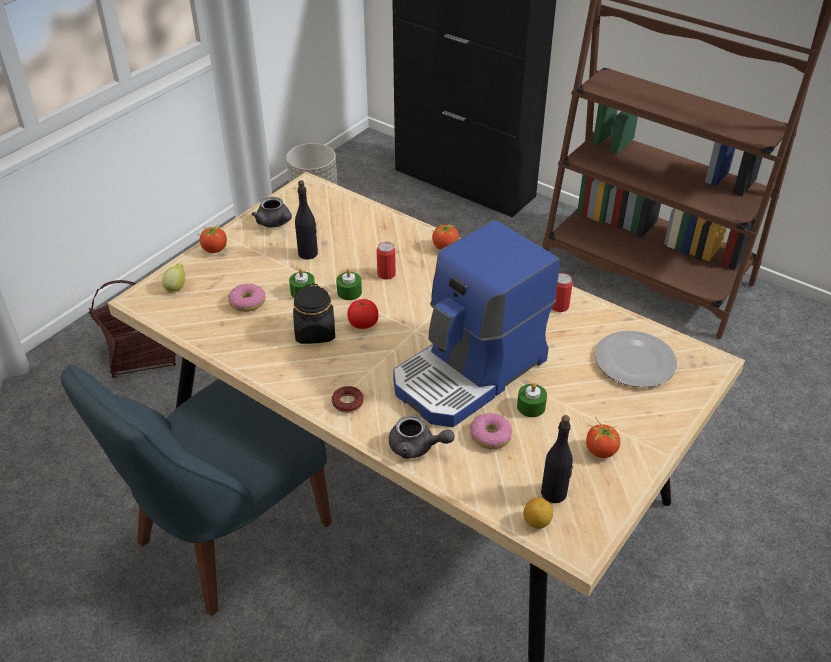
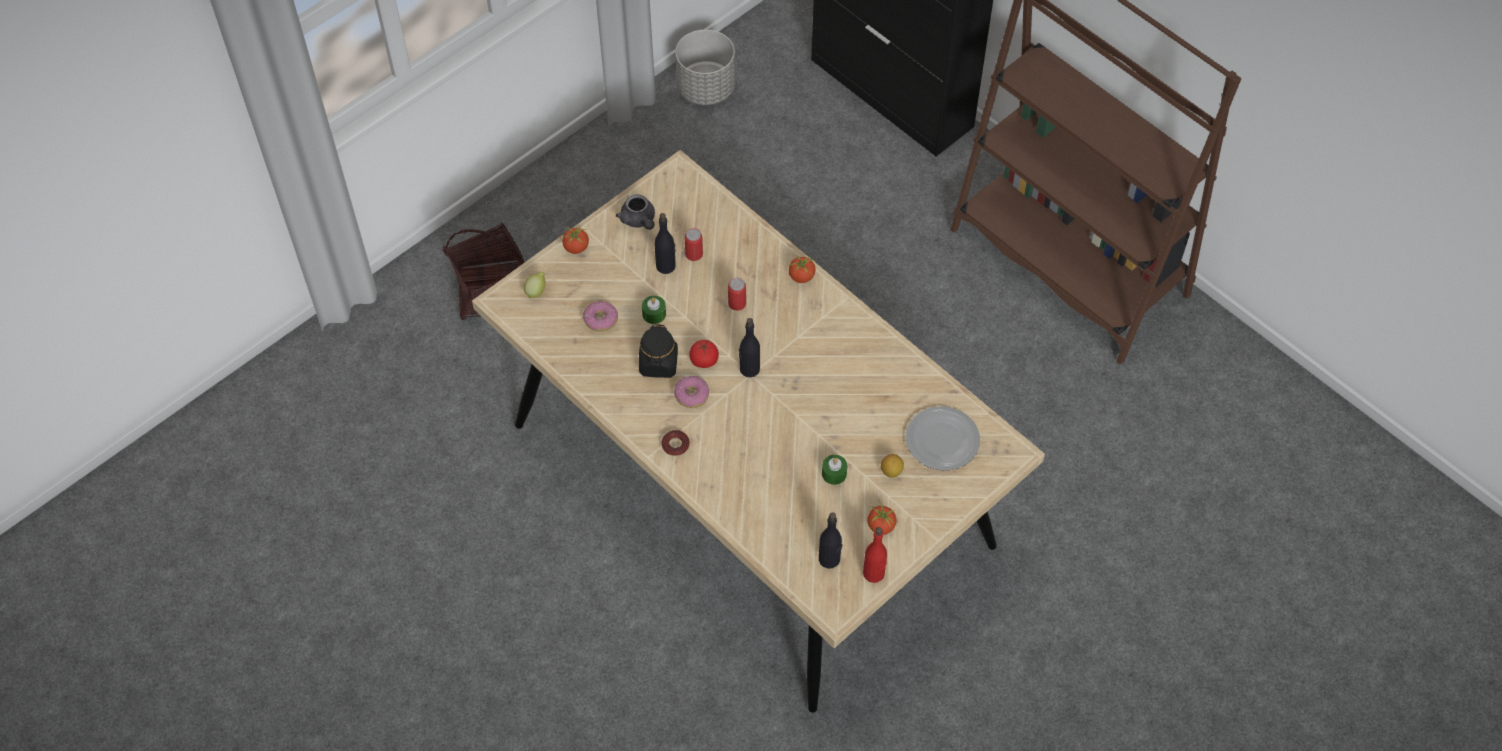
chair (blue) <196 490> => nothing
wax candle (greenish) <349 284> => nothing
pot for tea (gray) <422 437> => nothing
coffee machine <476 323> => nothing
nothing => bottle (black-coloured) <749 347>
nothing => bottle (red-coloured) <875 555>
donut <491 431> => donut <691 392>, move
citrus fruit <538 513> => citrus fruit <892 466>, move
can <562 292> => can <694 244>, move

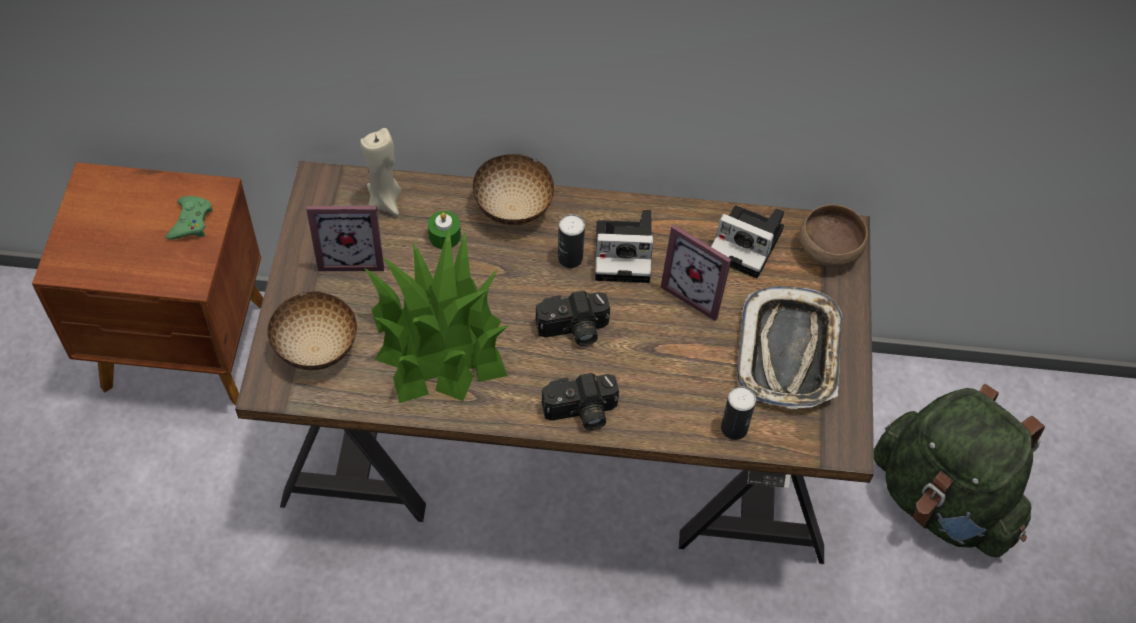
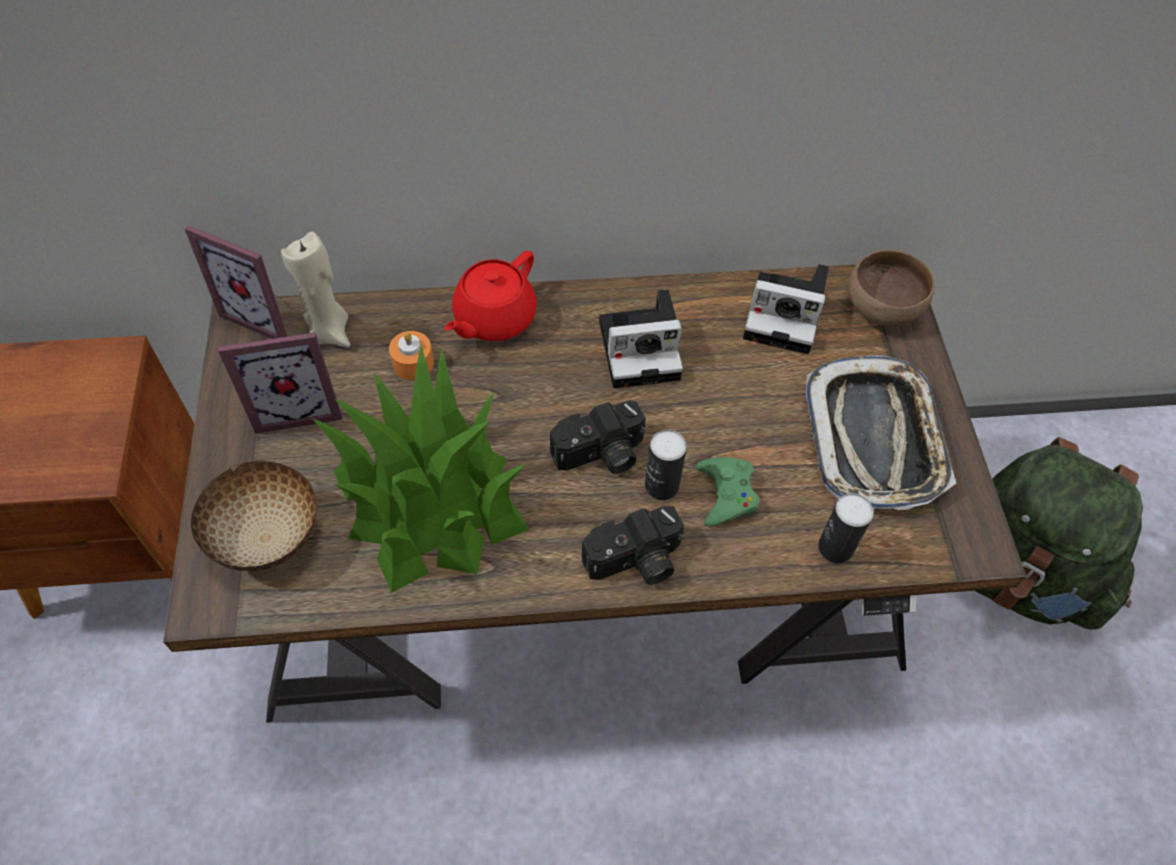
game controller (greenish) <189 218> => game controller (greenish) <727 491>, move
can <571 241> => can <666 465>, move
photo frame <696 273> => photo frame <236 282>, move
serving bowl <513 189> => pot for tea (red-coloured) <490 296>
wax candle (greenish) <444 230> => wax candle (orange-coloured) <411 355>

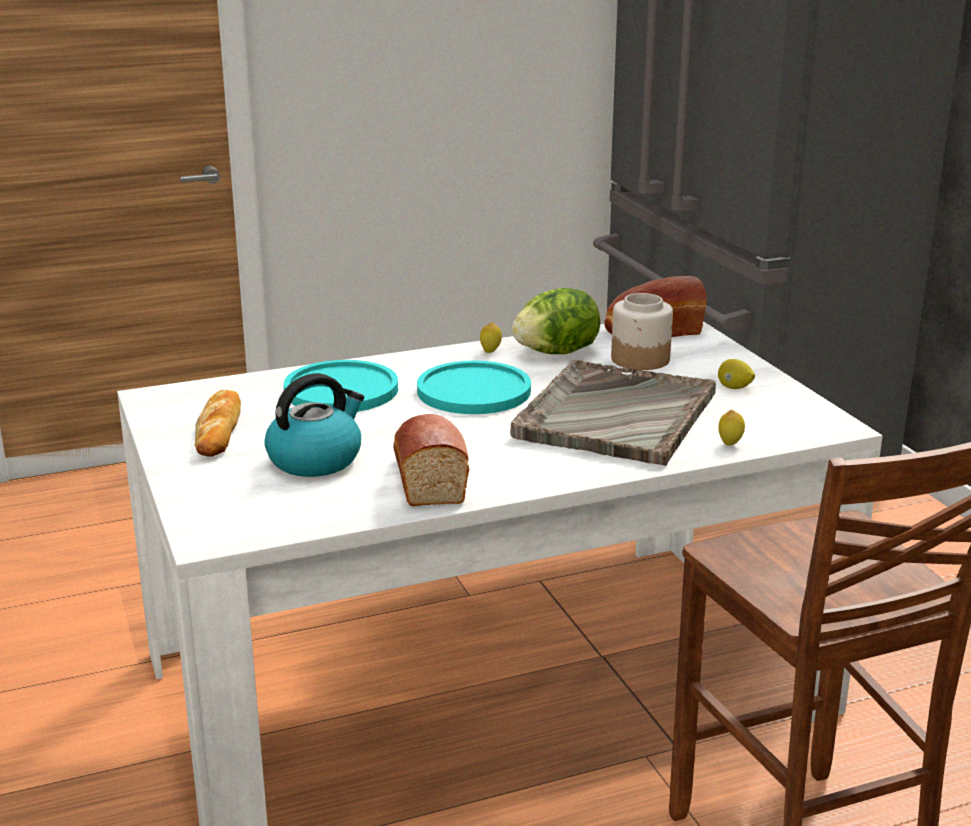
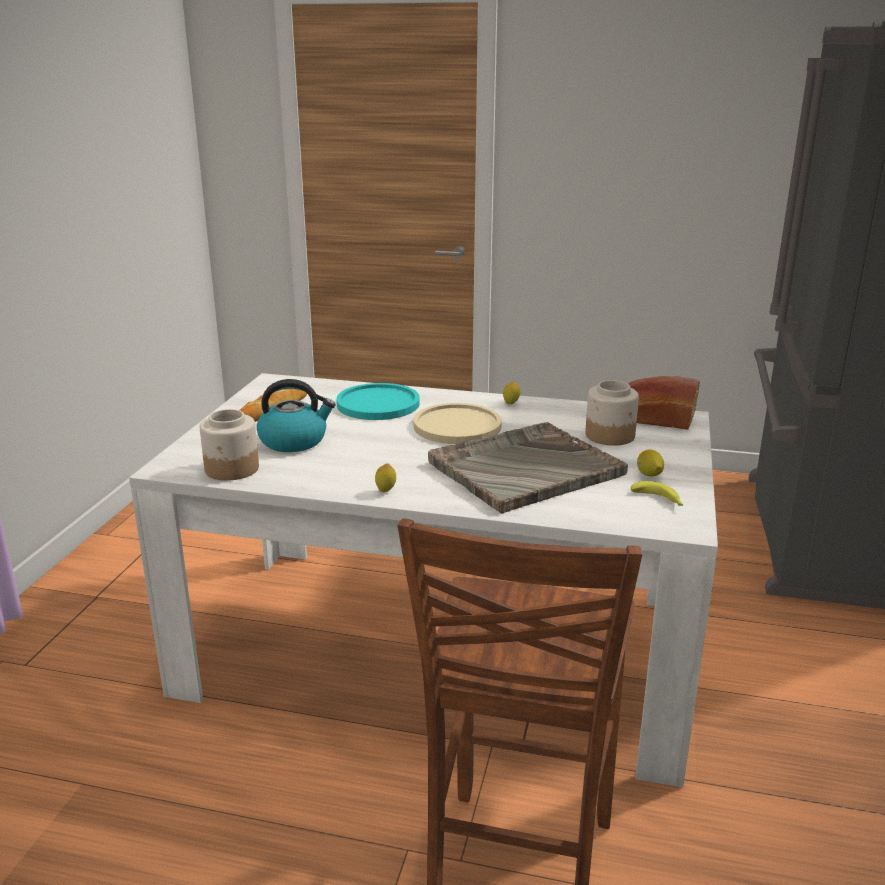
bread <431 460> => nothing
lettuce head <556 321> => nothing
nothing => preserve jar <229 445>
nothing => banana <656 493>
citrus fruit <731 428> => citrus fruit <385 477>, move
flat dish (blue-green) <474 387> => flat dish (sand-coloured) <458 423>

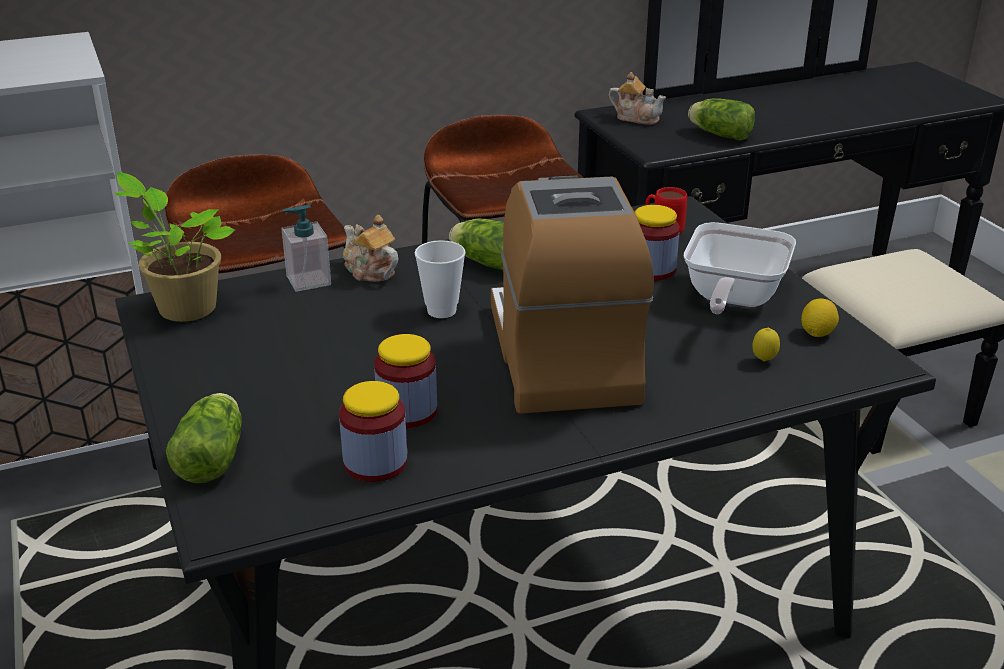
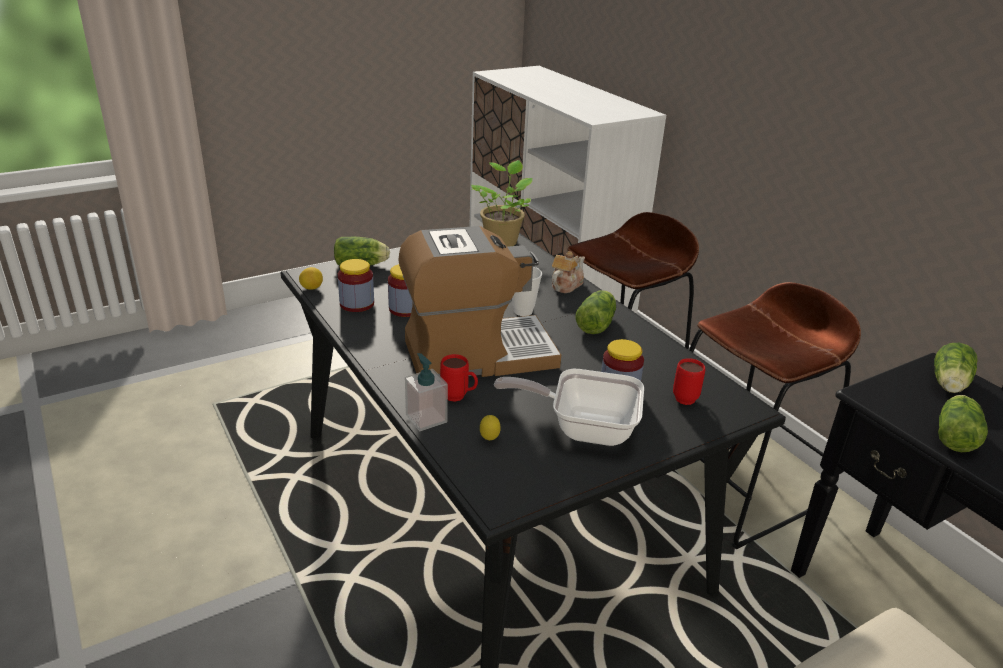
nothing => mug (red-coloured) <459 378>
soap dispenser <306 248> => soap dispenser <426 392>, move
citrus fruit <820 318> => citrus fruit <311 278>, move
pot for tea <637 98> => lettuce head <956 368>

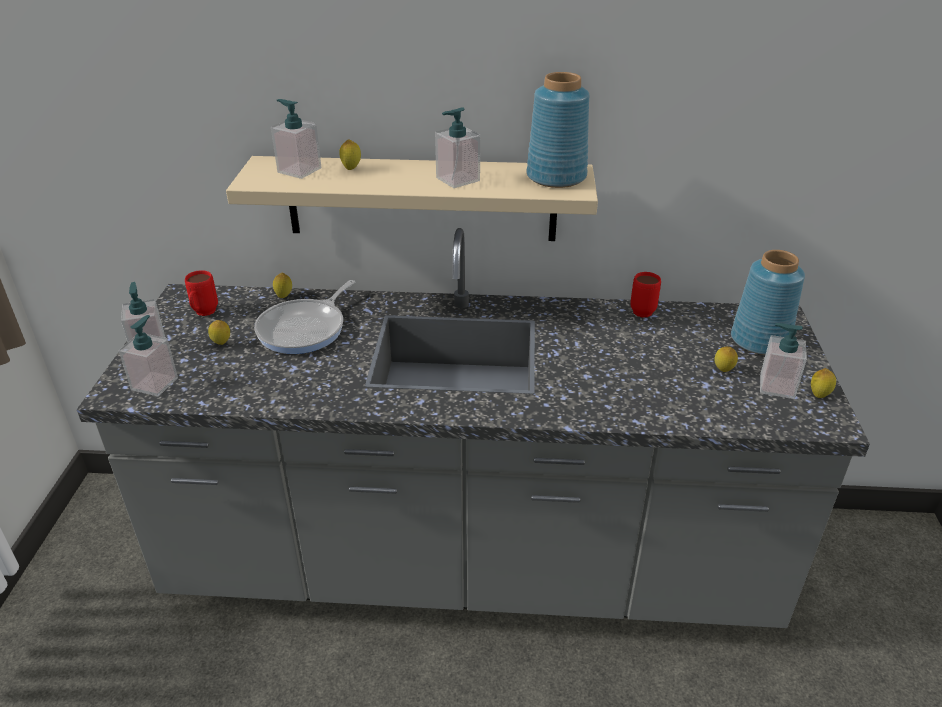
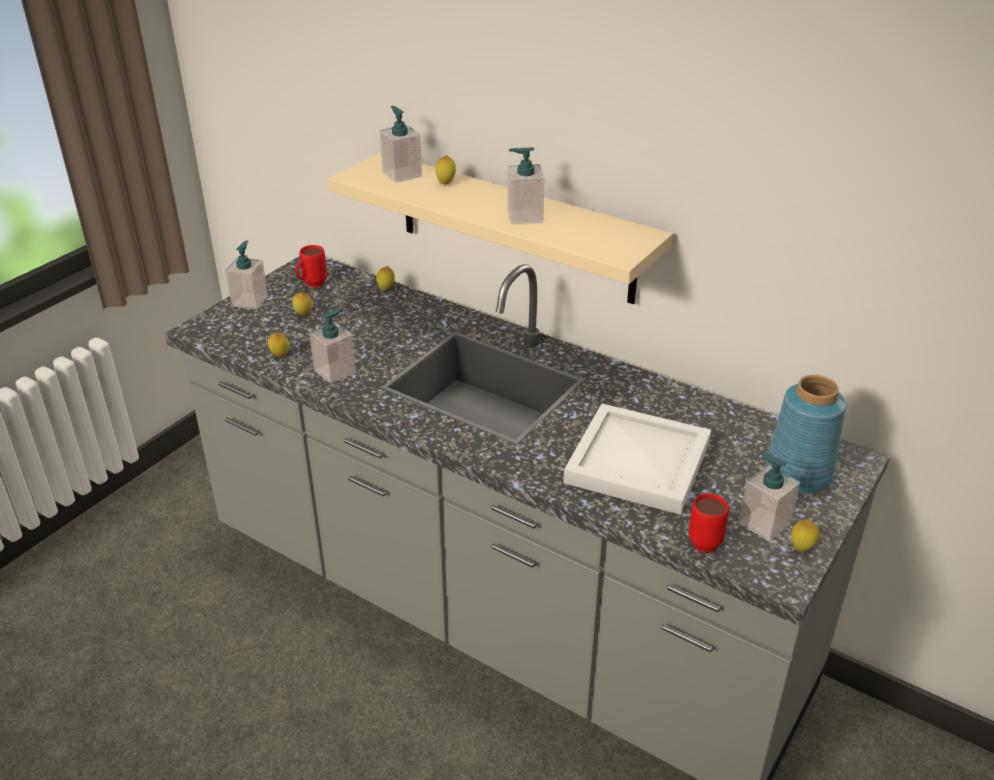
frying pan <304 317> => nothing
flower vase (blue) <558 130> => nothing
nothing => carrying tray (white-coloured) <637 459>
soap dispenser <148 356> => soap dispenser <332 346>, move
mug (red-coloured) <645 294> => mug (red-coloured) <709 523>, move
citrus fruit <726 359> => citrus fruit <278 345>, move

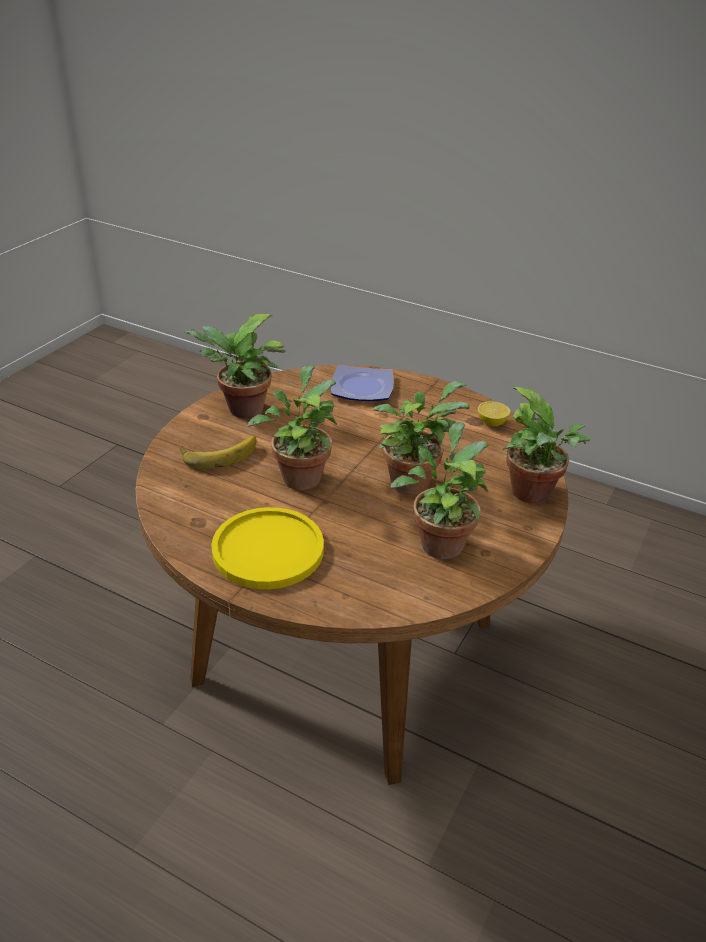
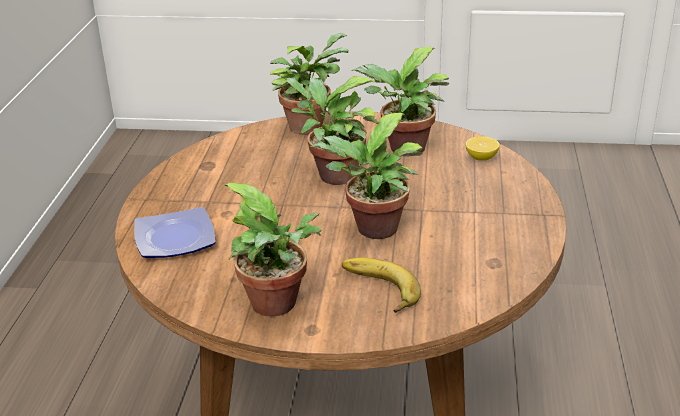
flat dish (yellow) <267 548> => nothing
citrus fruit <494 413> => citrus fruit <482 148>, move

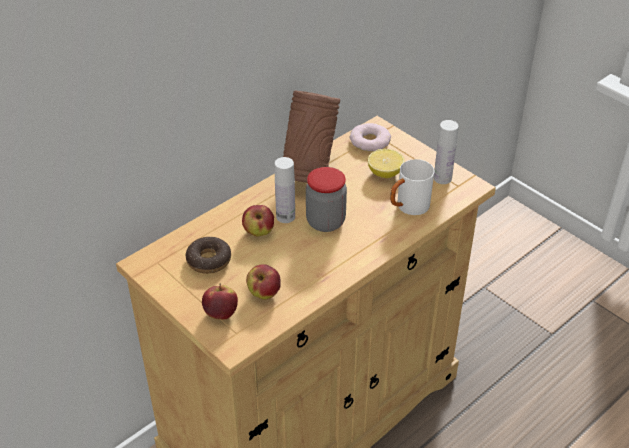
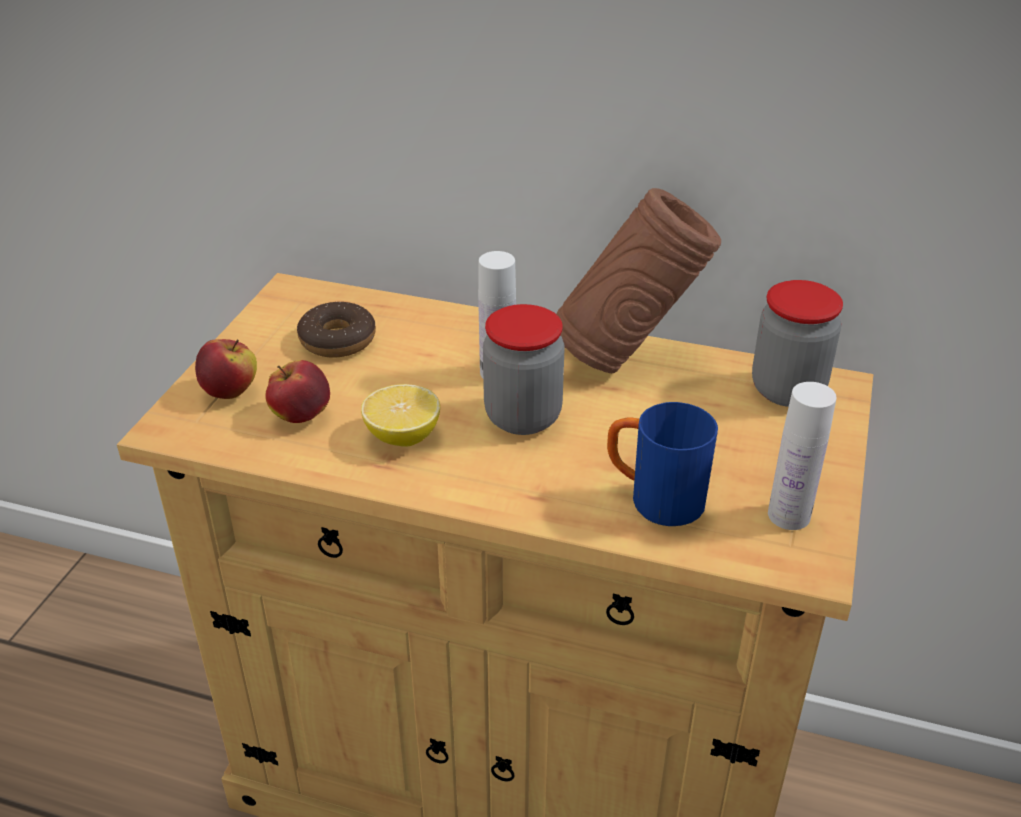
whole apple <258 221> => nothing
citrus fruit <386 163> => citrus fruit <400 415>, move
donut <370 137> => preserve jar <797 343>
mug (white-coloured) <412 187> => mug (blue) <662 464>

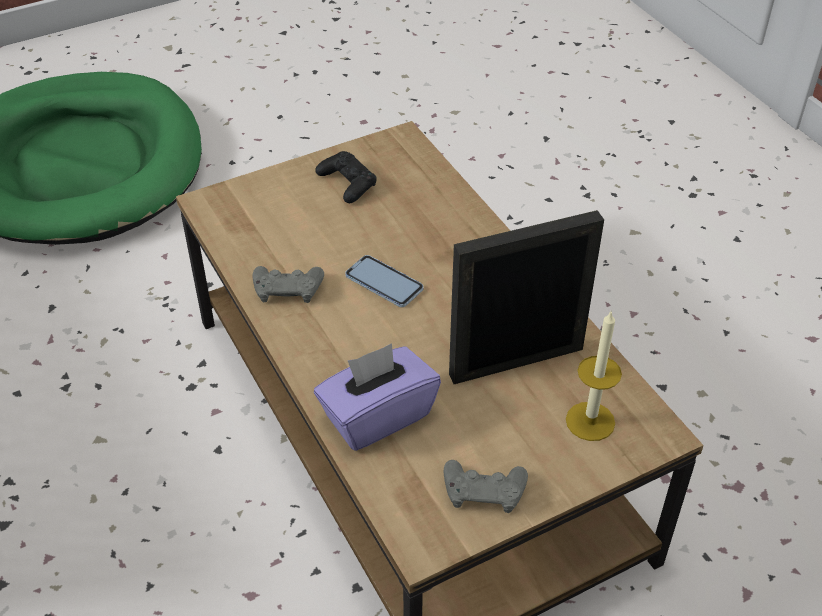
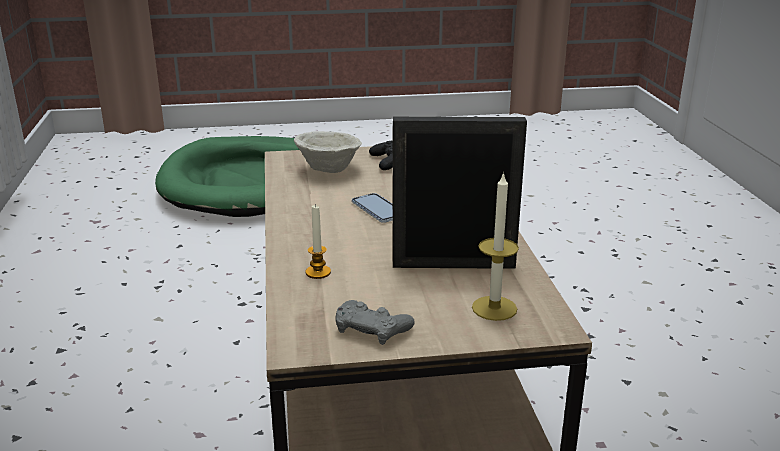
game controller (gray) <288 284> => nothing
nothing => serving bowl (sand-coloured) <328 152>
tissue holder (purplish) <377 397> => wax candle <318 241>

